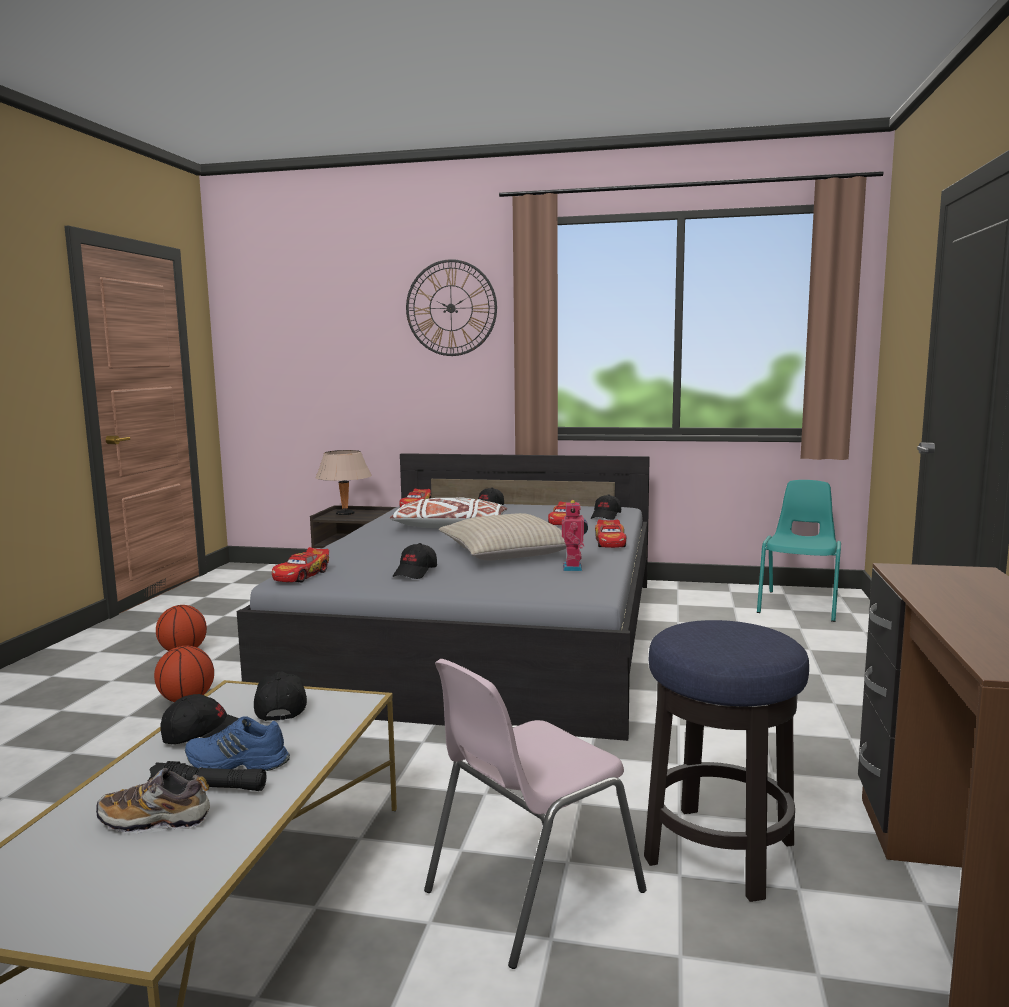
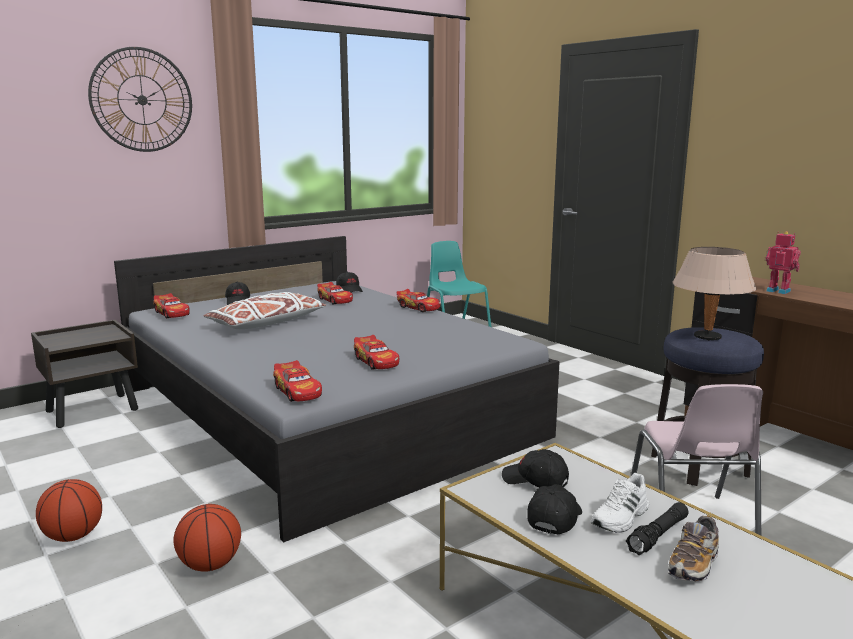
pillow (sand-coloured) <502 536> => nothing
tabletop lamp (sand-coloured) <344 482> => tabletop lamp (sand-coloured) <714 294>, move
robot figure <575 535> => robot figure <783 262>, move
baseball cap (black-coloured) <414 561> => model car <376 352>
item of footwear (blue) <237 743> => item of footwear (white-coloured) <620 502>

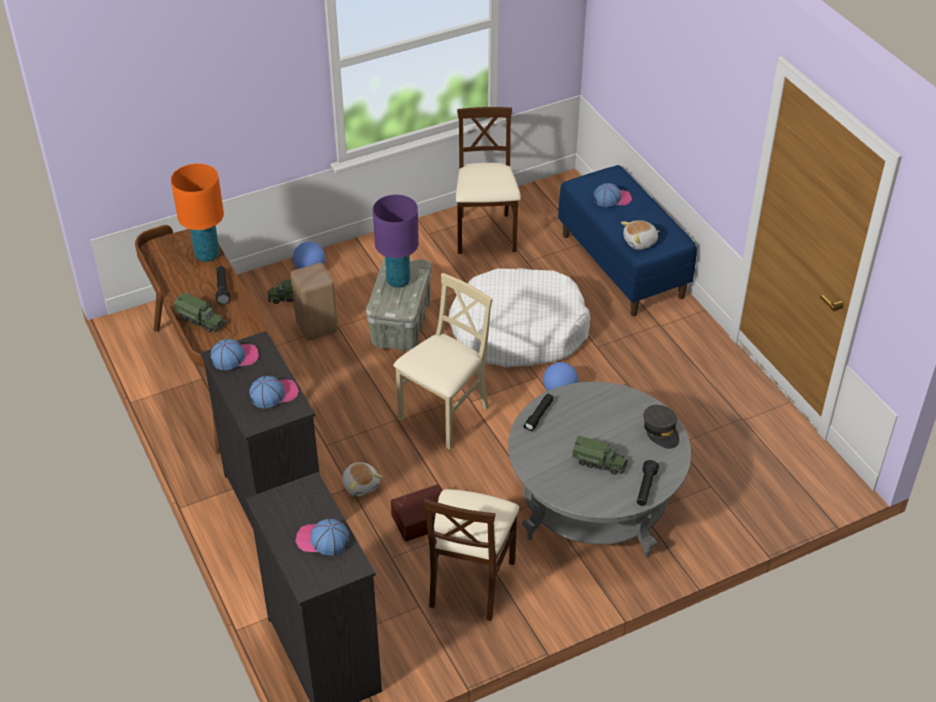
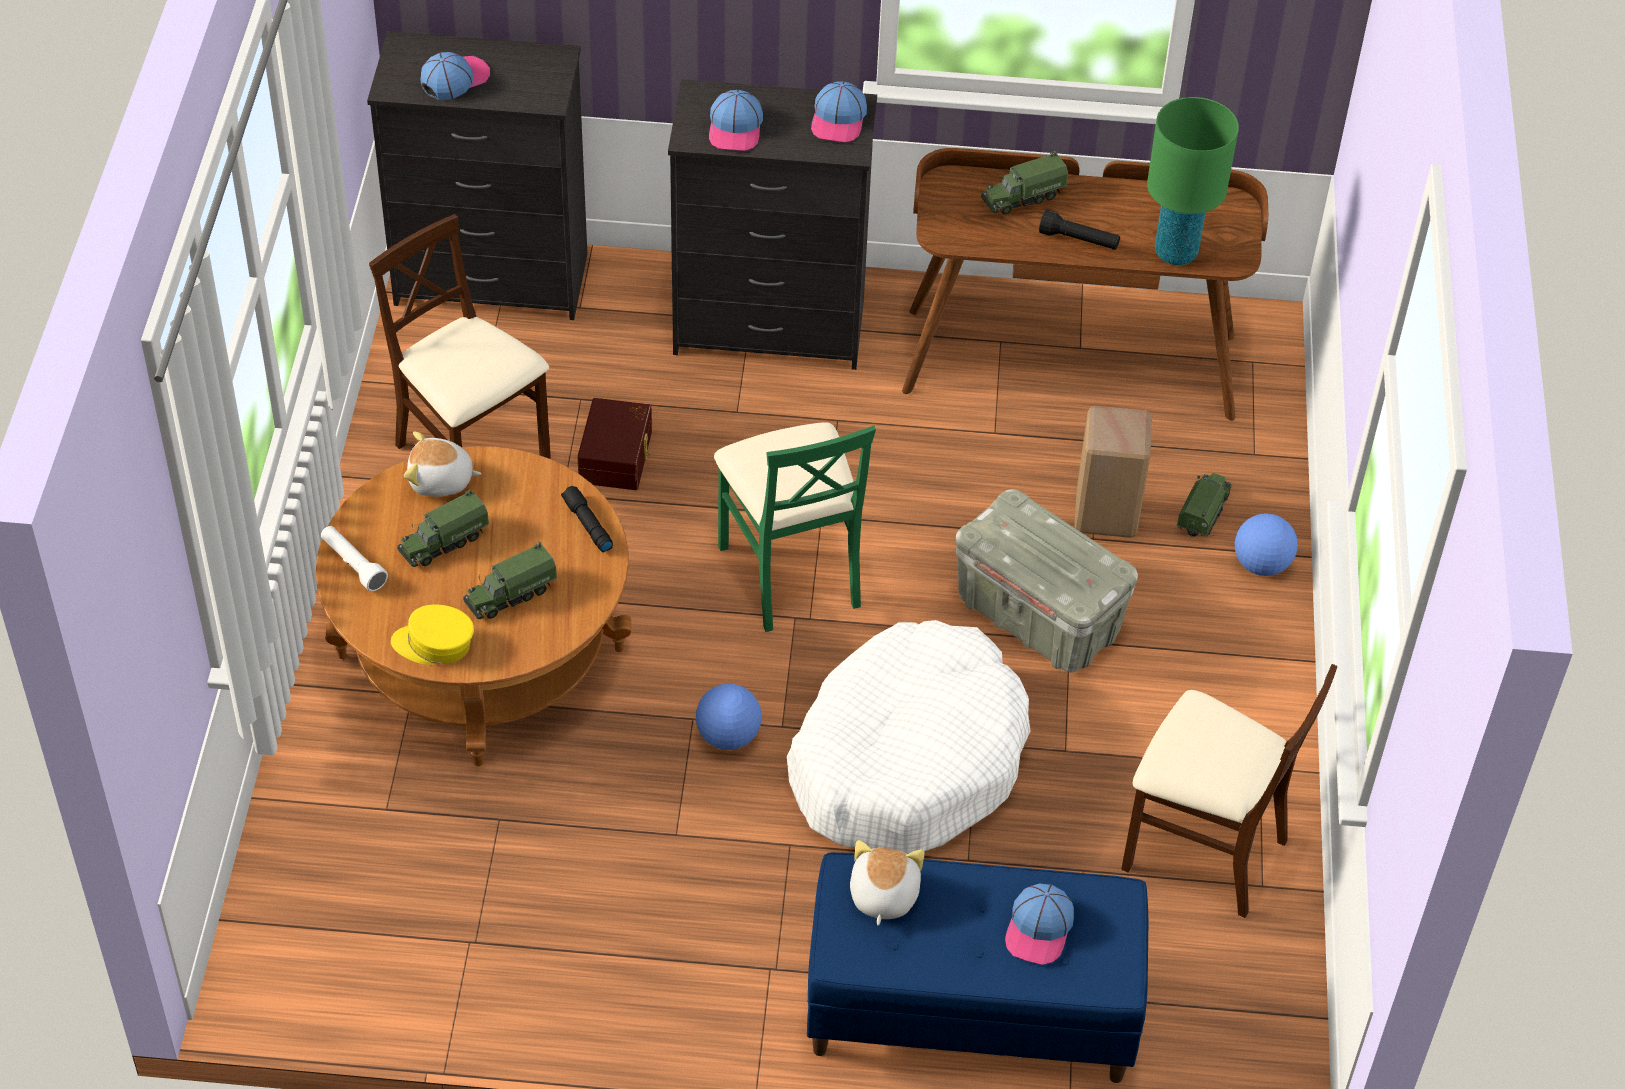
tabletop lamp (purplish) <396 241> => nothing
nothing => toy lorry <510 580>
soft toy <362 479> => soft toy <443 464>, move
tabletop lamp (orange-coloured) <197 212> => tabletop lamp (greenish) <1193 181>
chair (sand-coloured) <443 361> => chair (greenish) <795 527>
lounge table (gray) <599 469> => lounge table (brown) <473 606>
hand torch (black-coloured) <648 483> => hand torch (white-coloured) <354 558>
baseball cap (gray) <661 427> => baseball cap (yellow) <432 634>

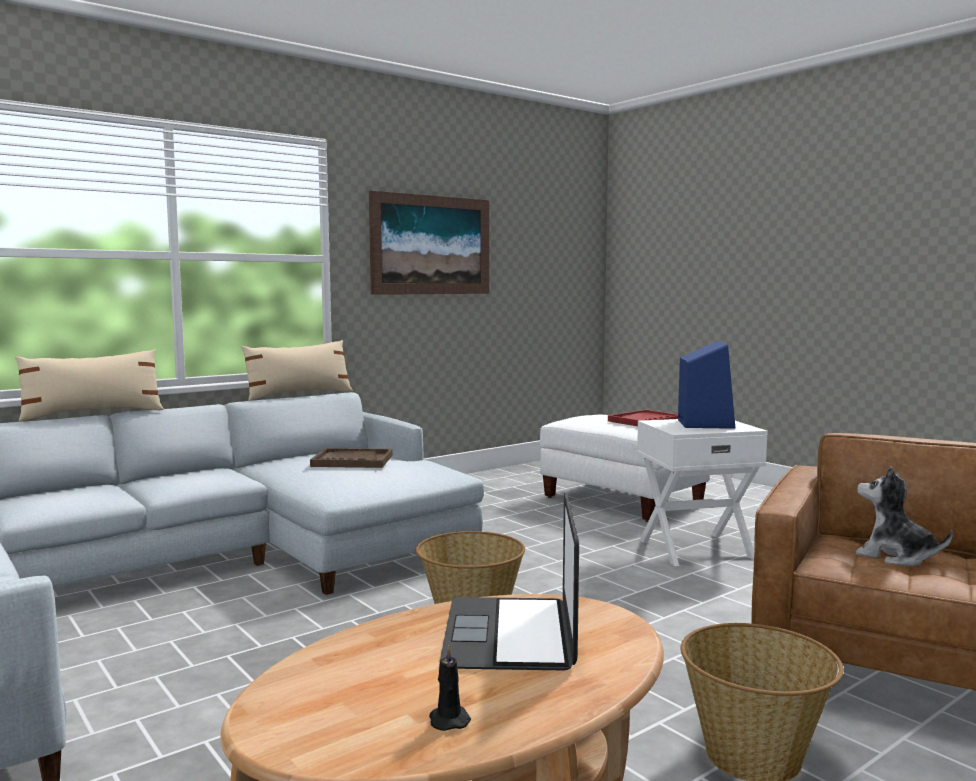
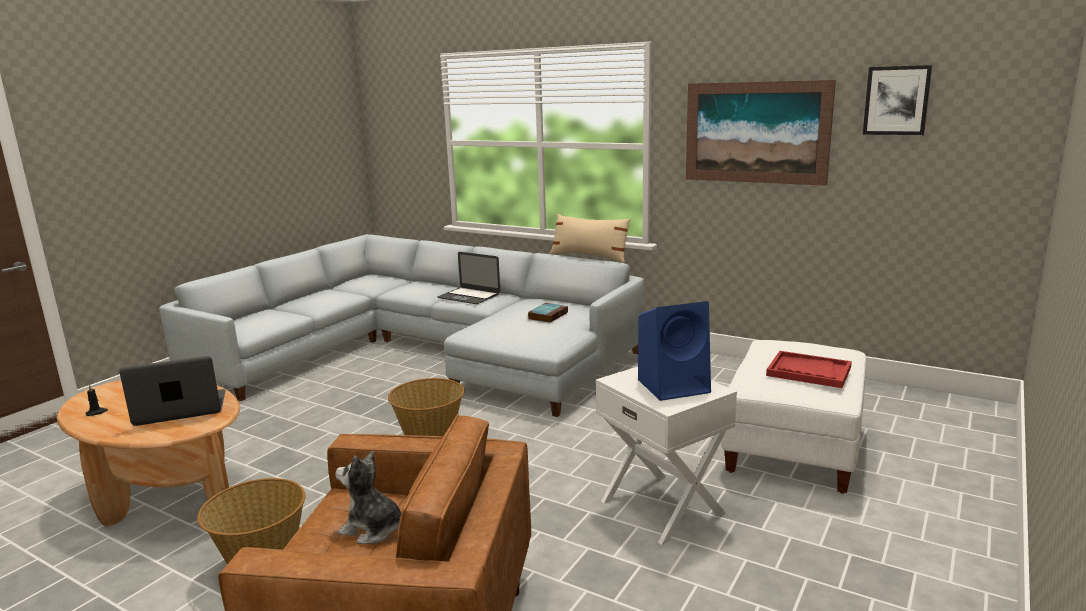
pillow (sand-coloured) <89 385> => nothing
nothing => portable computer <469 278>
nothing => wall picture <897 100>
carrying tray (brown) <351 458> => book <548 313>
soft toy <904 516> => soft toy <368 497>, 90 degrees counterclockwise

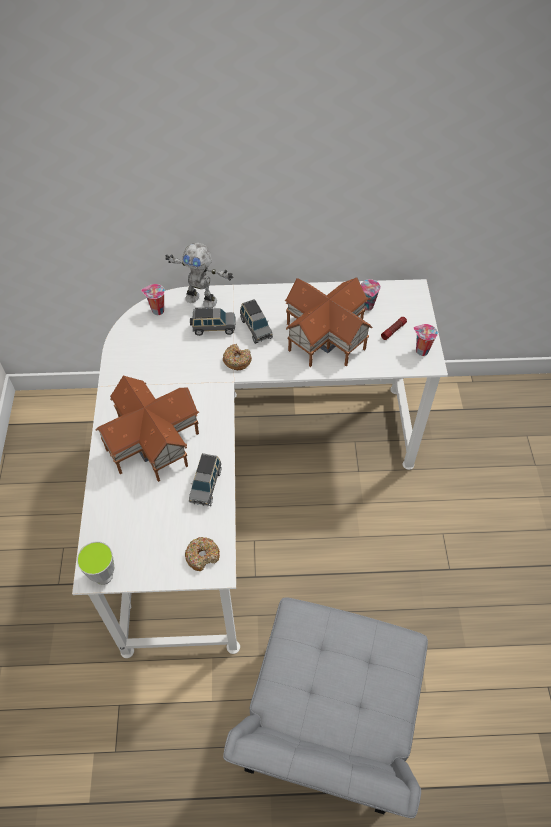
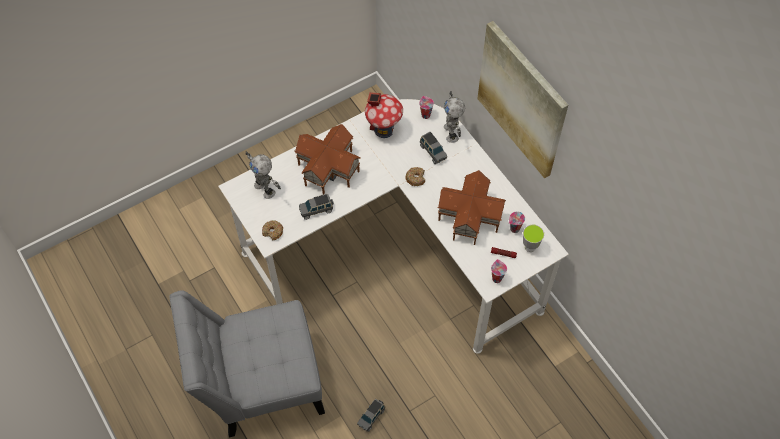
nothing => robot figure <263 175>
nothing => toy house <384 115>
nothing => wall picture <522 99>
small cup <96 563> => small cup <533 238>, move
model car (gray) <256 321> => model car (gray) <371 415>, move

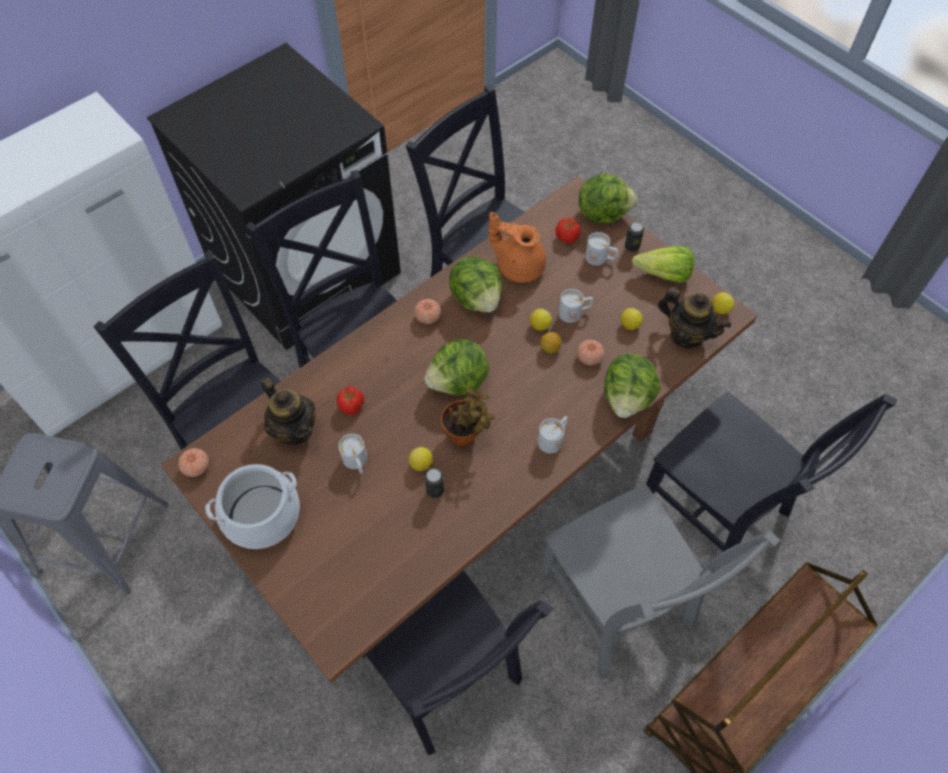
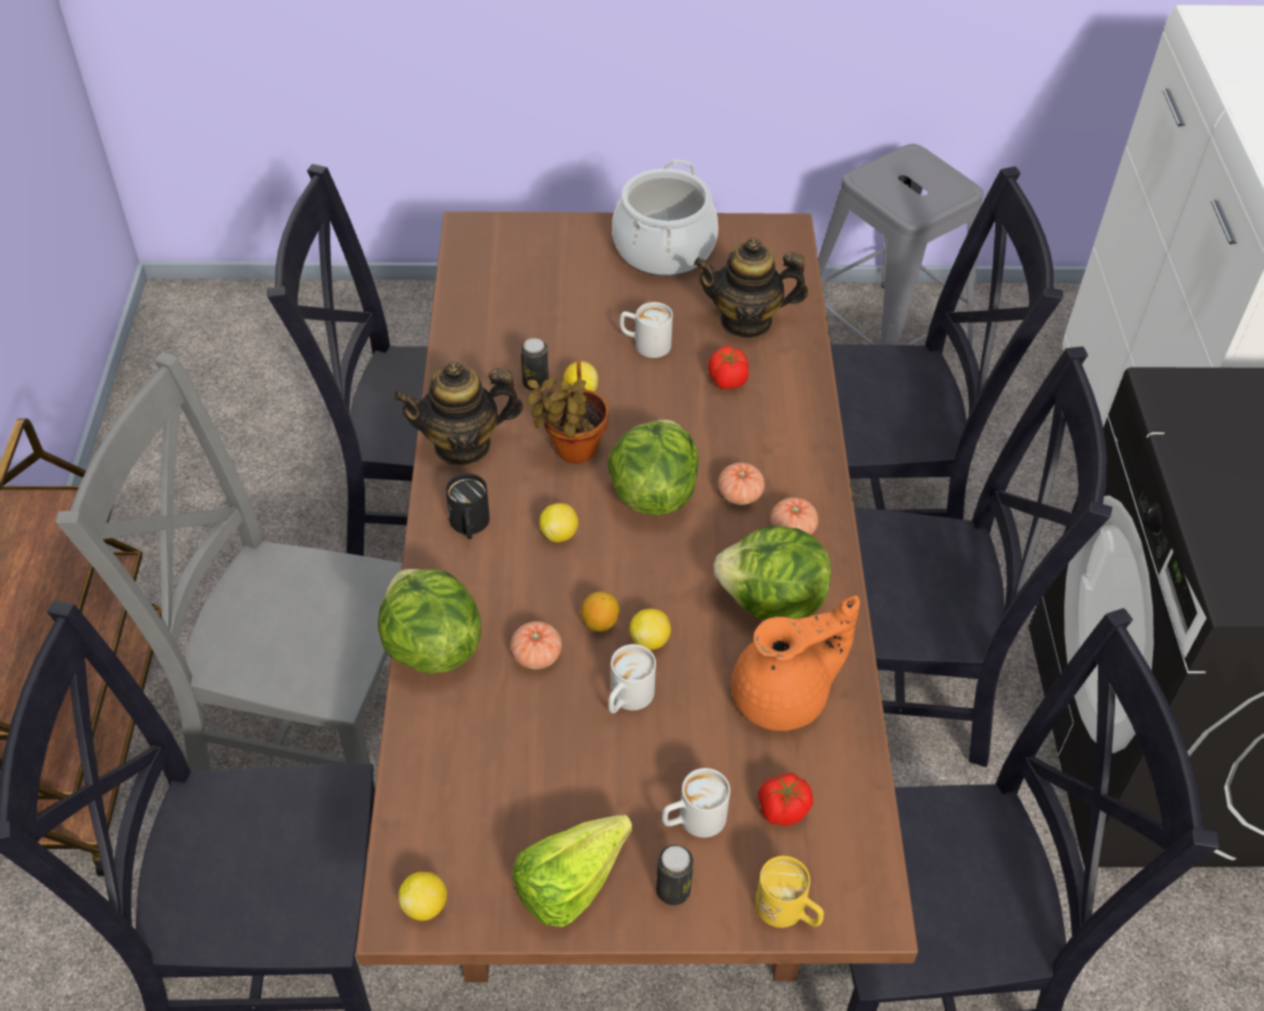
fresh tomato <193 462> => fresh tomato <741 484>, move
citrus fruit <631 319> => citrus fruit <559 522>, move
pot for tea <694 317> => pot for tea <458 413>, move
lettuce head <608 198> => mug (yellow) <789 892>
mug (white-coloured) <553 435> => mug (black-coloured) <468 506>

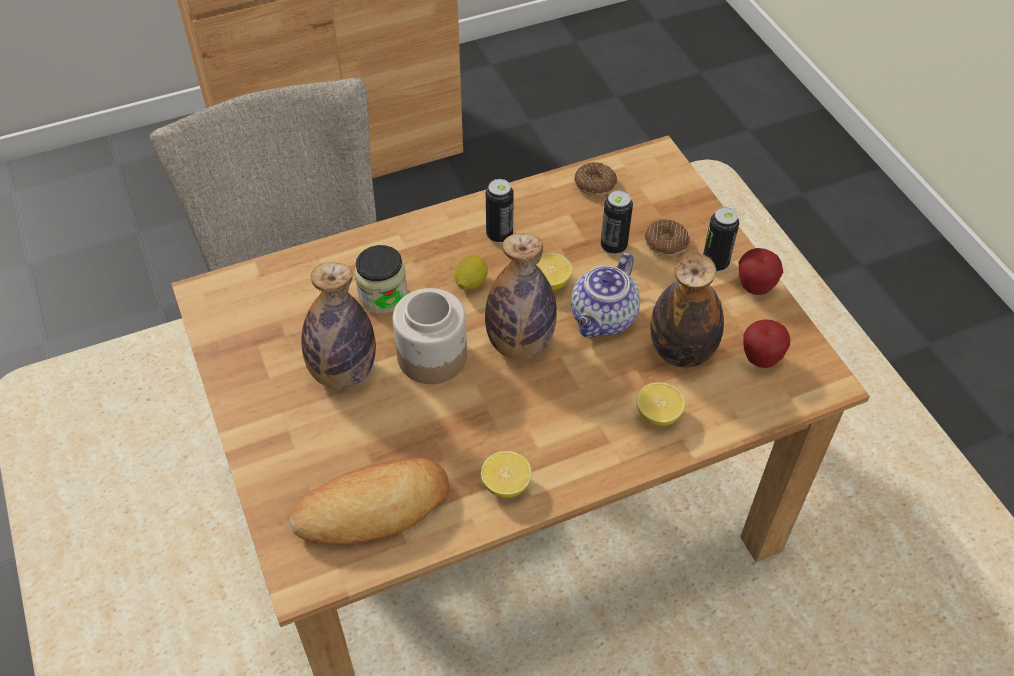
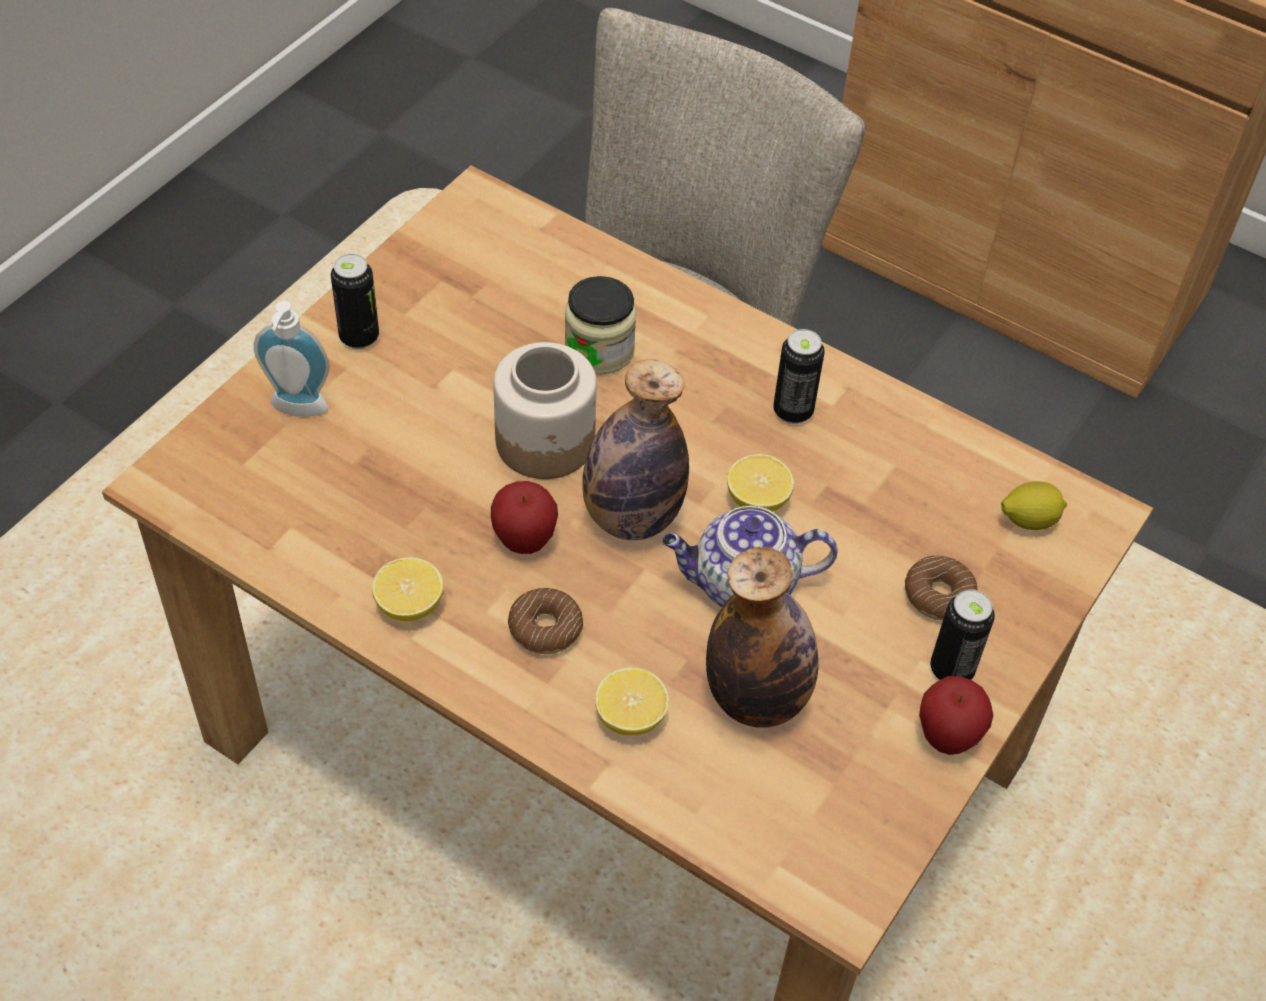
bread <369 501> => nothing
bottle <338 325> => nothing
nothing => soap dispenser <292 359>
citrus fruit <471 272> => citrus fruit <1034 505>, move
donut <595 179> => donut <545 621>, move
can <617 222> => can <355 301>, move
whole apple <766 344> => whole apple <524 517>, move

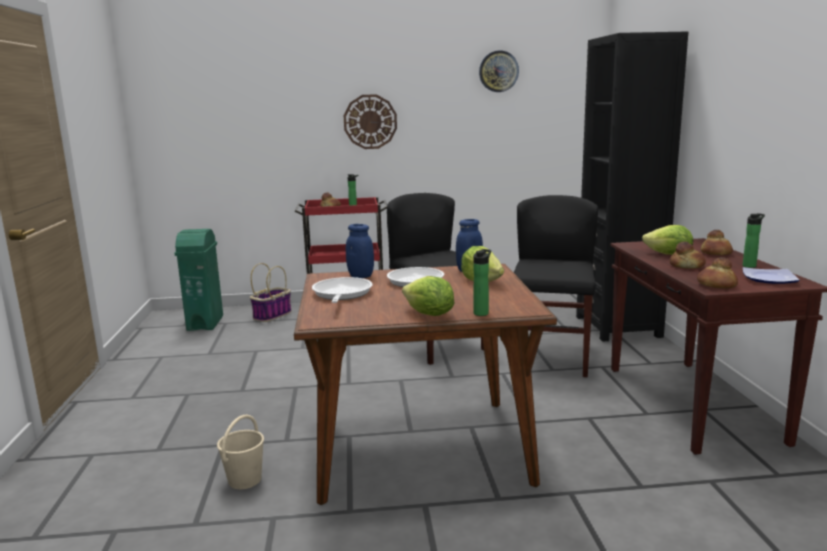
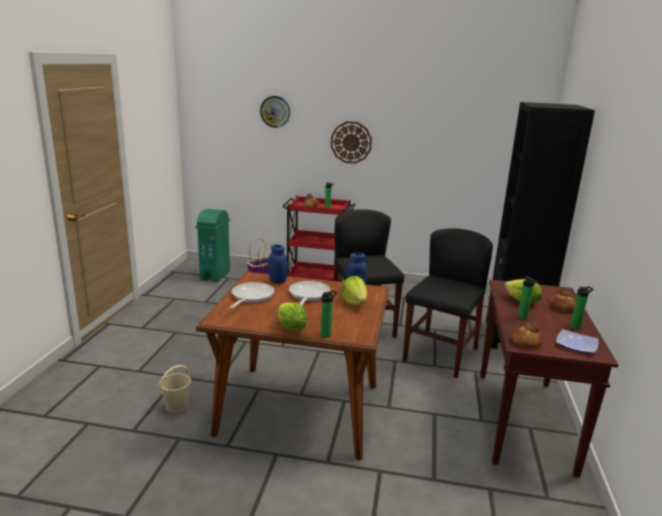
wall clock <499 71> => wall clock <275 112>, move
bread <688 255> => bottle <528 297>

